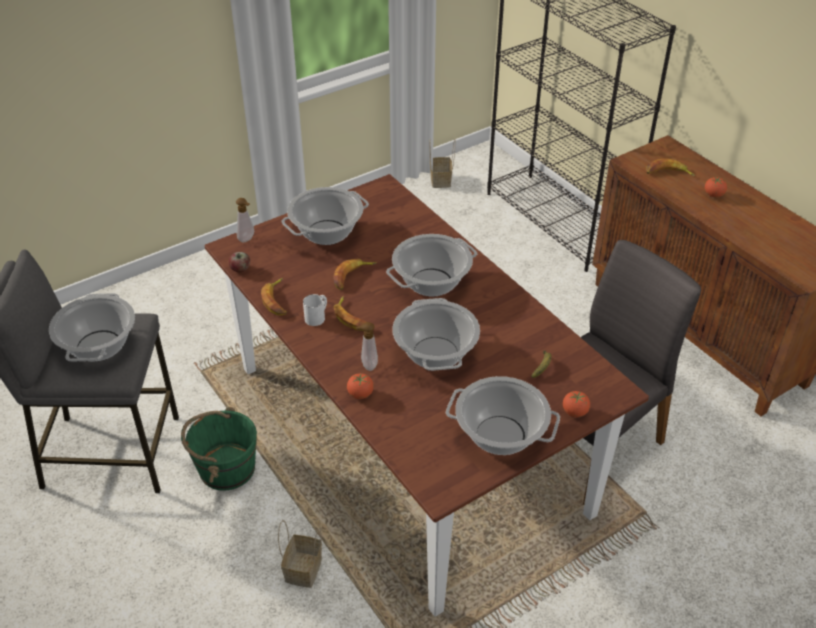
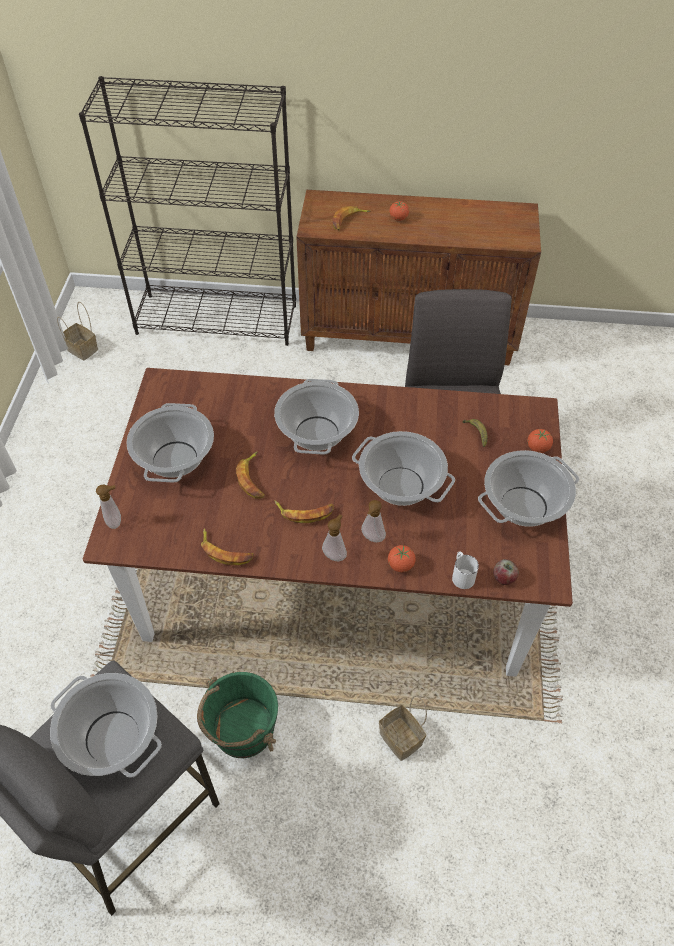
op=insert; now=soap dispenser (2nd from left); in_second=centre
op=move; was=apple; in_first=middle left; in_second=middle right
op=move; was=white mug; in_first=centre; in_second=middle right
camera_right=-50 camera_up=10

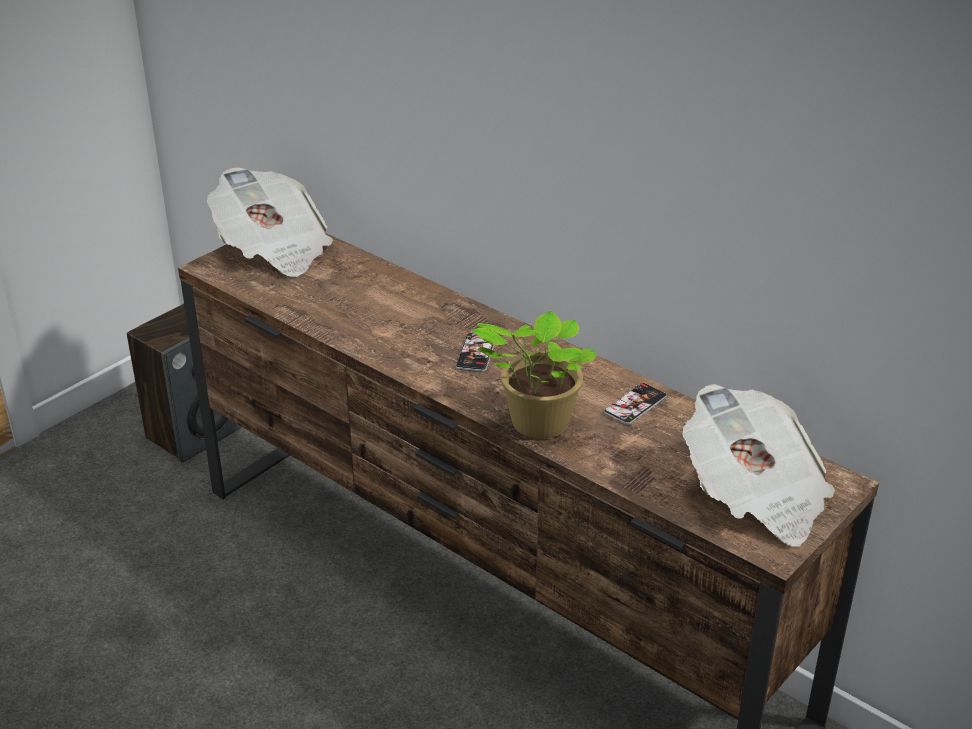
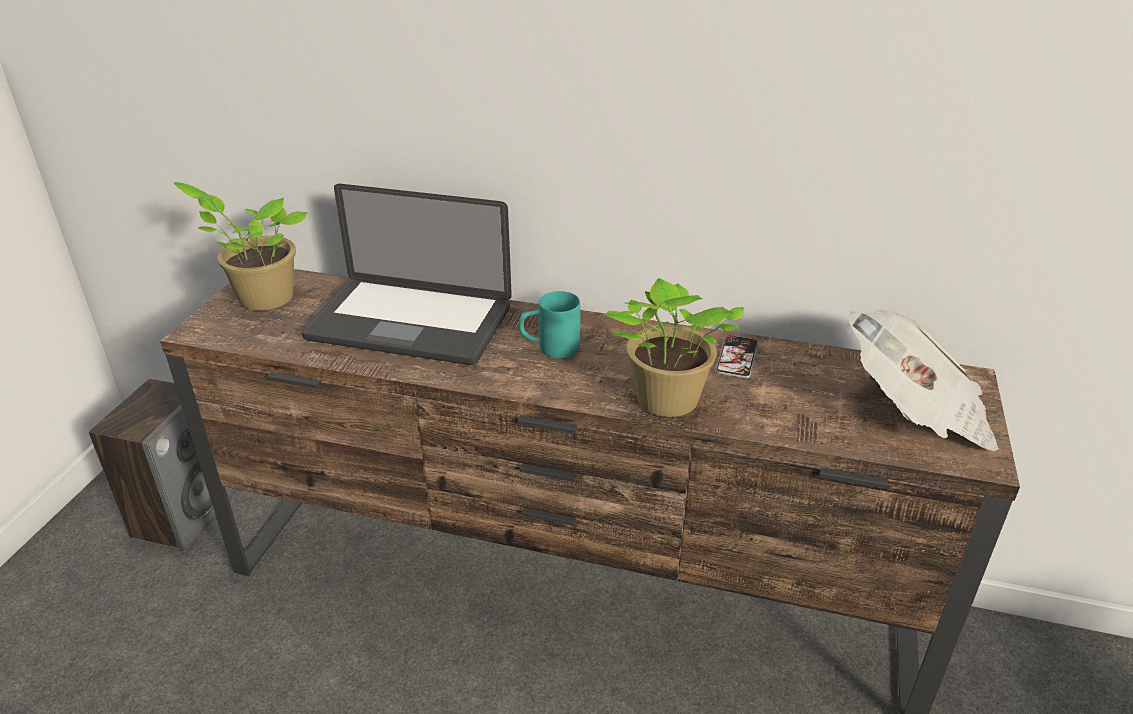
op=insert; now=laptop; in_second=centre
op=replace; was=newspaper (1st from left); now=potted plant (1st from left); in_first=top left; in_second=middle left
op=replace; was=phone (1st from left); now=turquoise mug; in_first=centre; in_second=centre
camera_right=-25 camera_up=0

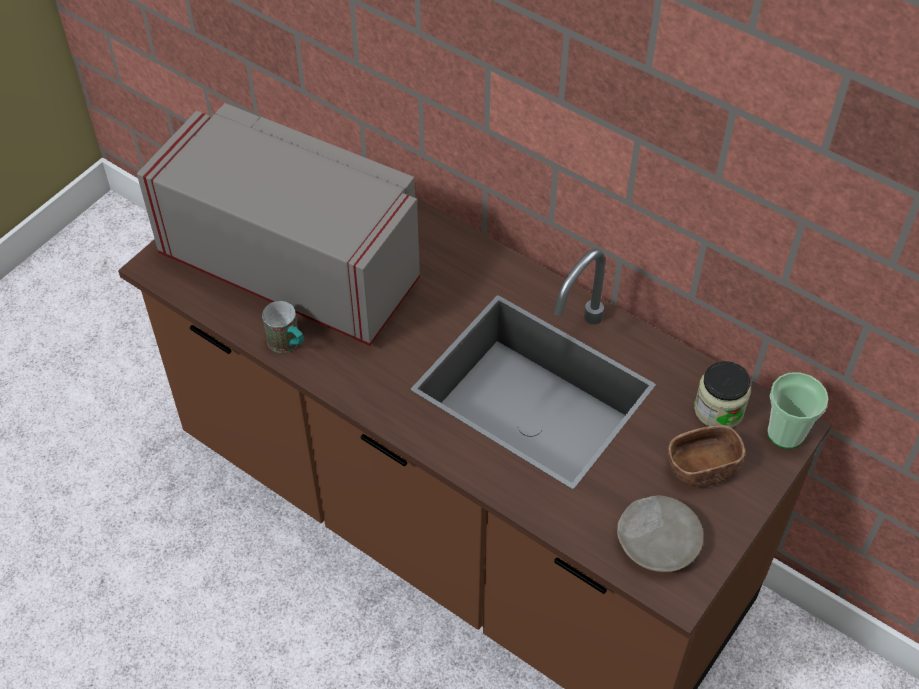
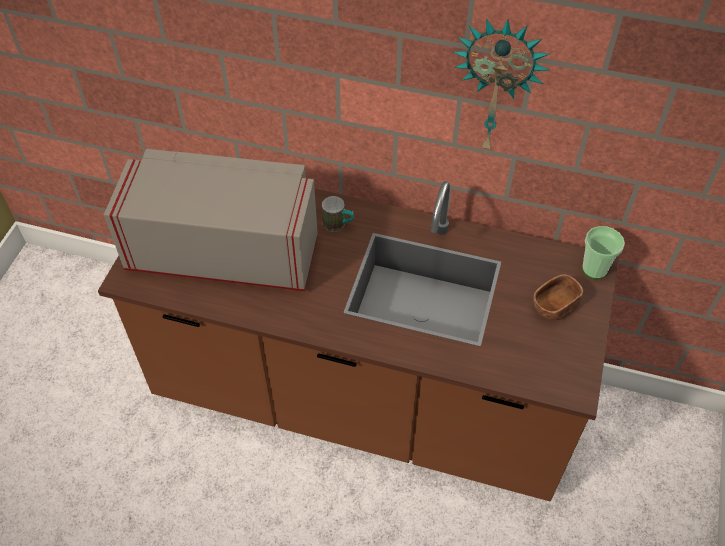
op=delete; was=beige plate; in_first=bottom right
op=delete; was=jar; in_first=middle right
op=insert; now=wall clock; in_second=top right
op=move; was=mug; in_first=middle left; in_second=centre
camera_right=-20 camera_up=0

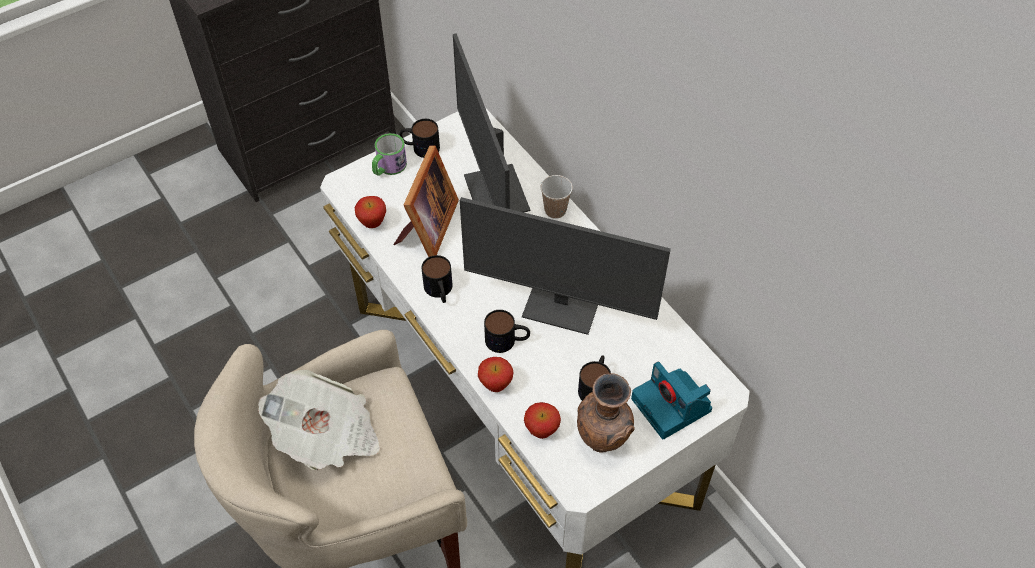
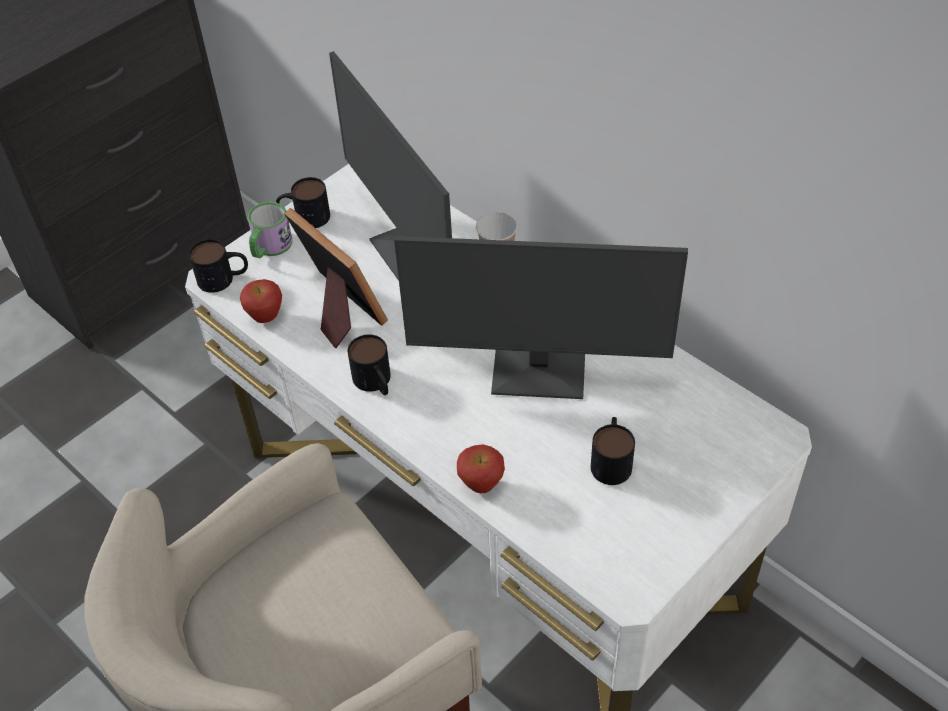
op=delete; was=newspaper; in_first=bottom left
op=delete; was=apple (3rd from left); in_first=bottom centre
op=delete; was=brown vase; in_first=bottom centre
op=delete; was=photo camera; in_first=bottom centre
op=move; was=mug (4th from left in the first image); now=mug (1st from left); in_first=centre; in_second=middle left
op=rotate; was=picture frame; in_first=centre; in_second=centre; clockwise=-45
camera_right=-10 camera_up=-5

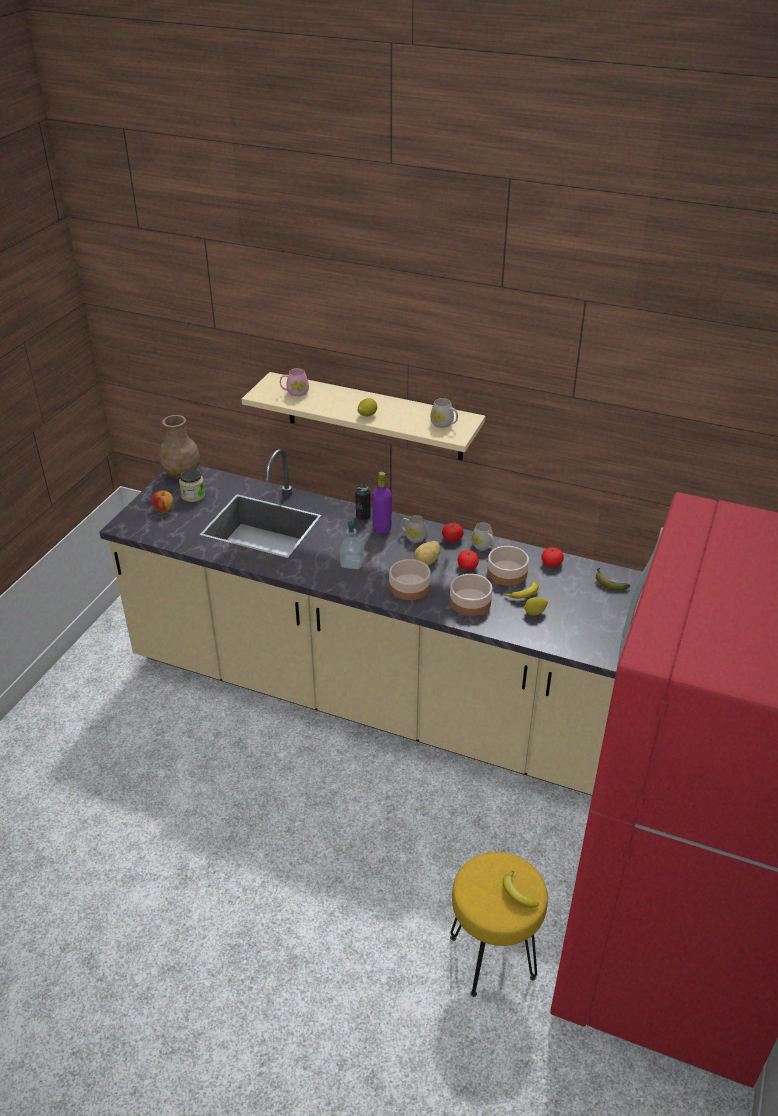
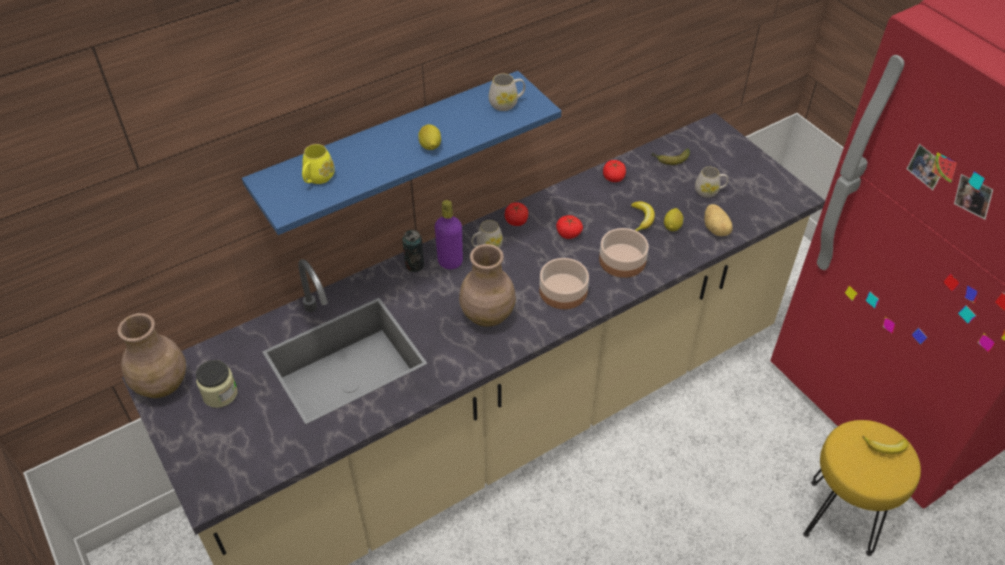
op=delete; was=apple; in_first=middle left
op=delete; was=bowl (3rd from left); in_first=centre
op=move; was=potato; in_first=centre; in_second=middle right
op=move; was=white mug (3rd from left); in_first=centre; in_second=top right
op=replace; was=soap dispenser; now=brown vase (2nd from left); in_first=centre; in_second=centre
op=recolor; was=beige shelf; now=blue shelf; in_first=centre; in_second=top centre
op=recolor; was=pink mug; now=yellow mug; in_first=centre; in_second=top left
camera_right=-55 camera_up=10

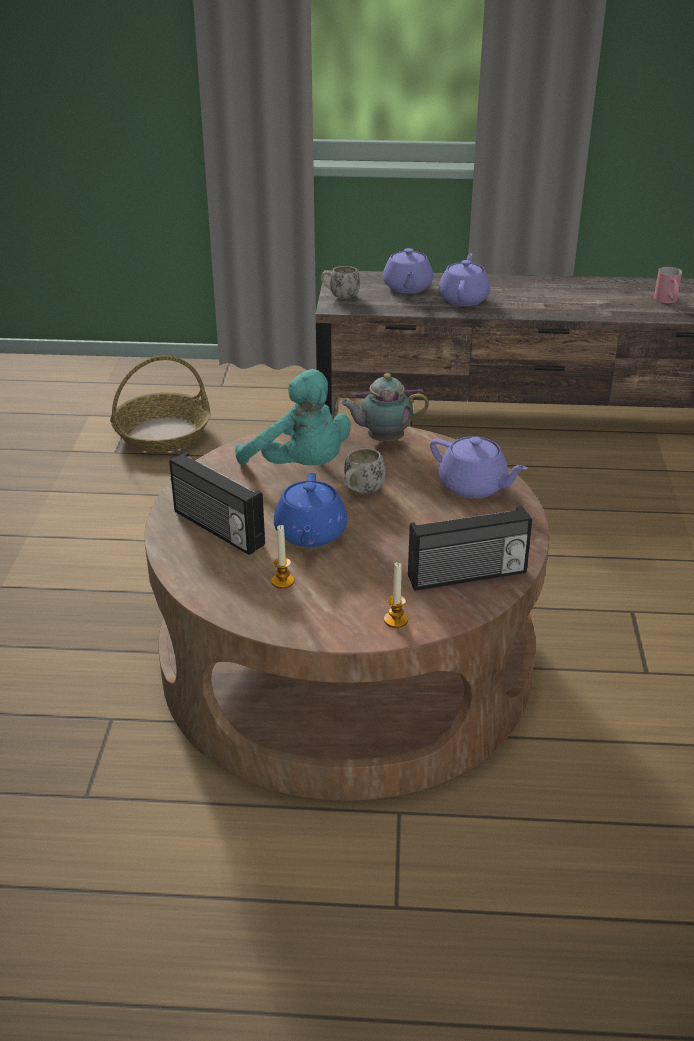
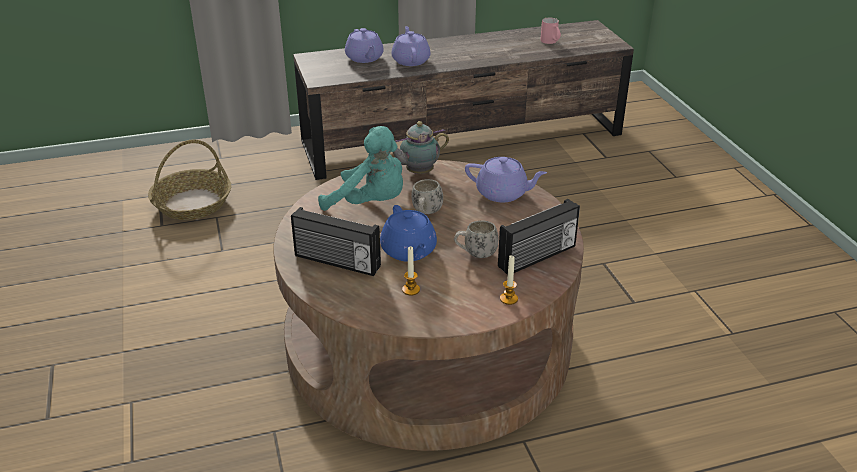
op=move; was=white mug (1st from left in the first image); now=white mug (2nd from left); in_first=top centre; in_second=centre
camera_right=-20 camera_up=0

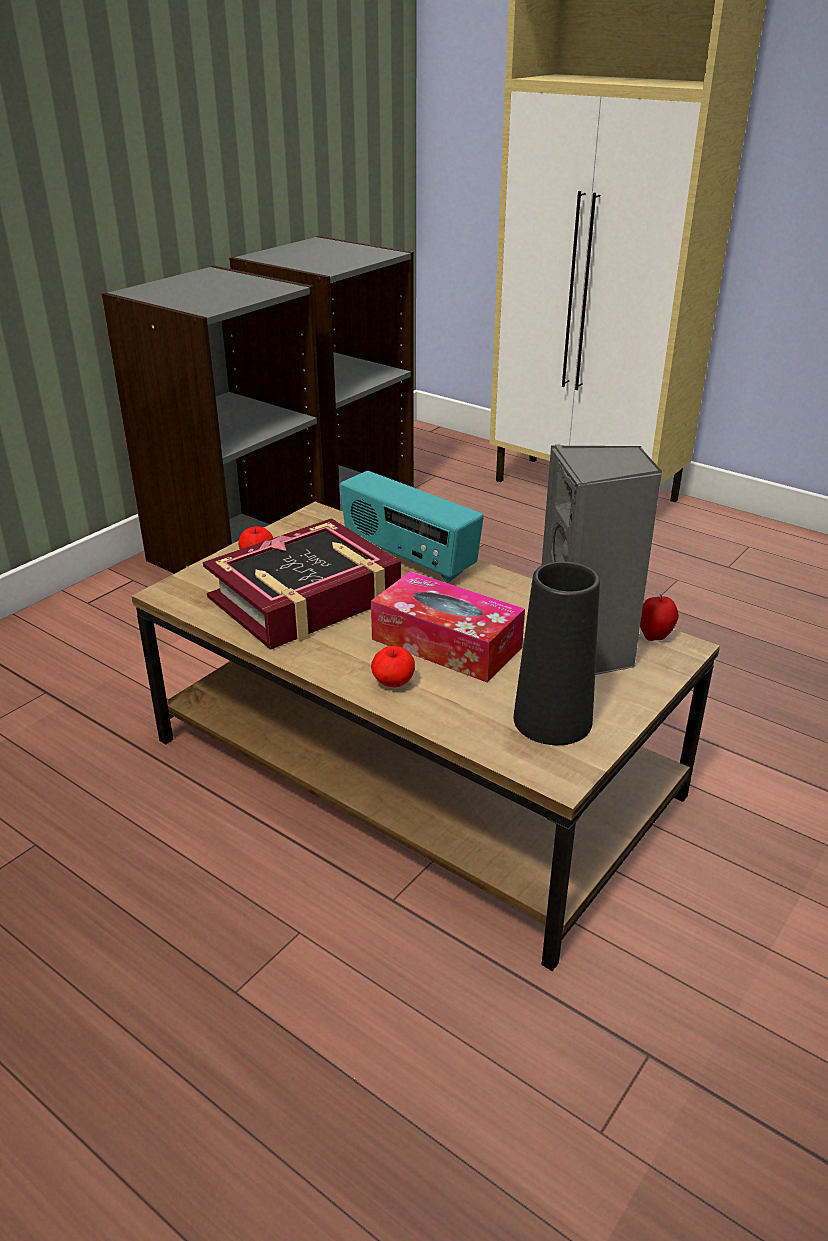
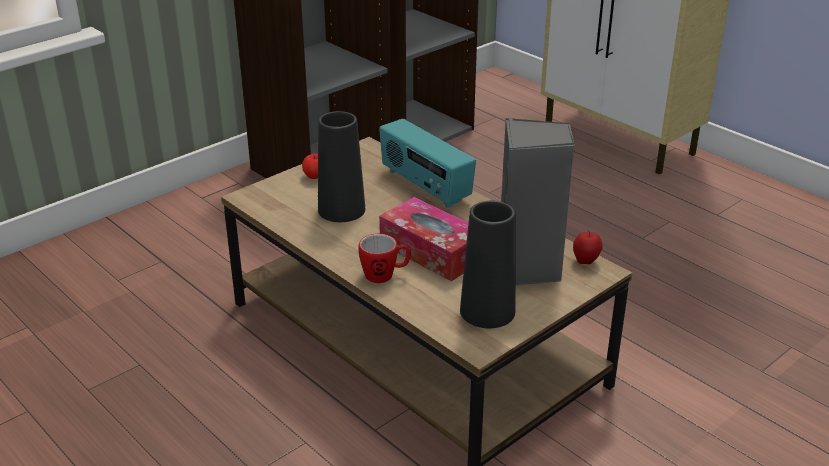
op=replace; was=book; now=black vase (1st from left); in_first=centre; in_second=centre
op=replace; was=apple (2nd from left); now=mug; in_first=centre; in_second=centre
camera_right=10 camera_up=0

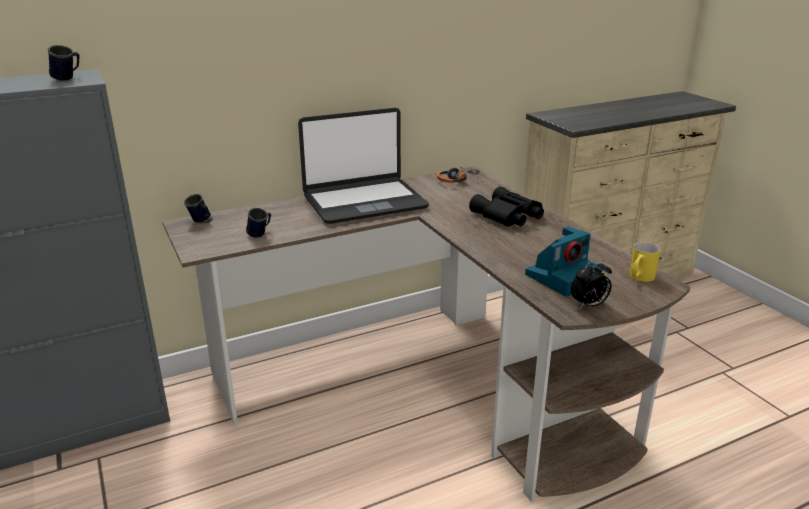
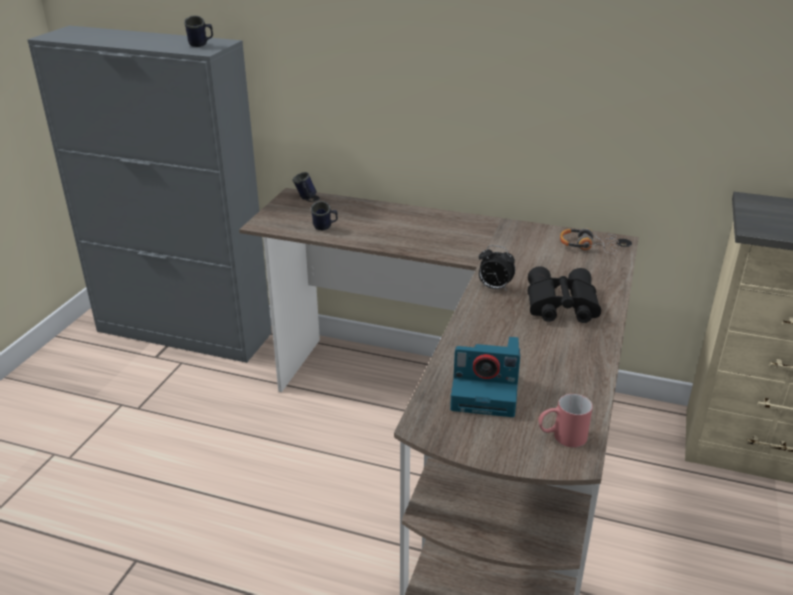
op=delete; was=laptop; in_first=top centre
op=move; was=alarm clock; in_first=middle right; in_second=centre
op=recolor; was=yellow mug; now=red mug; in_first=middle right; in_second=bottom right
camera_right=45 camera_up=5

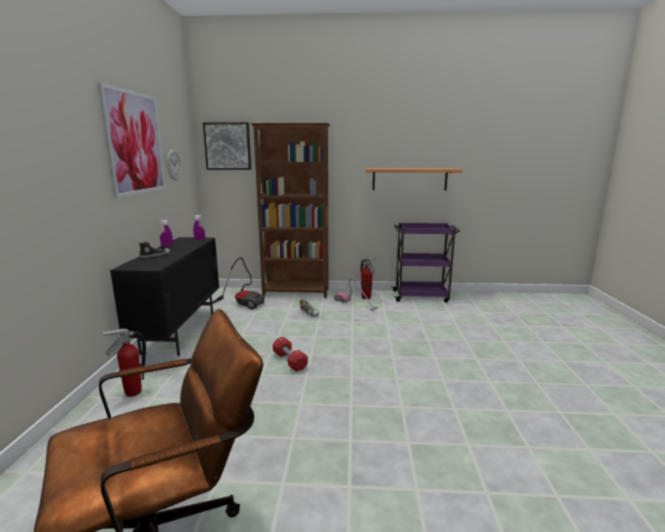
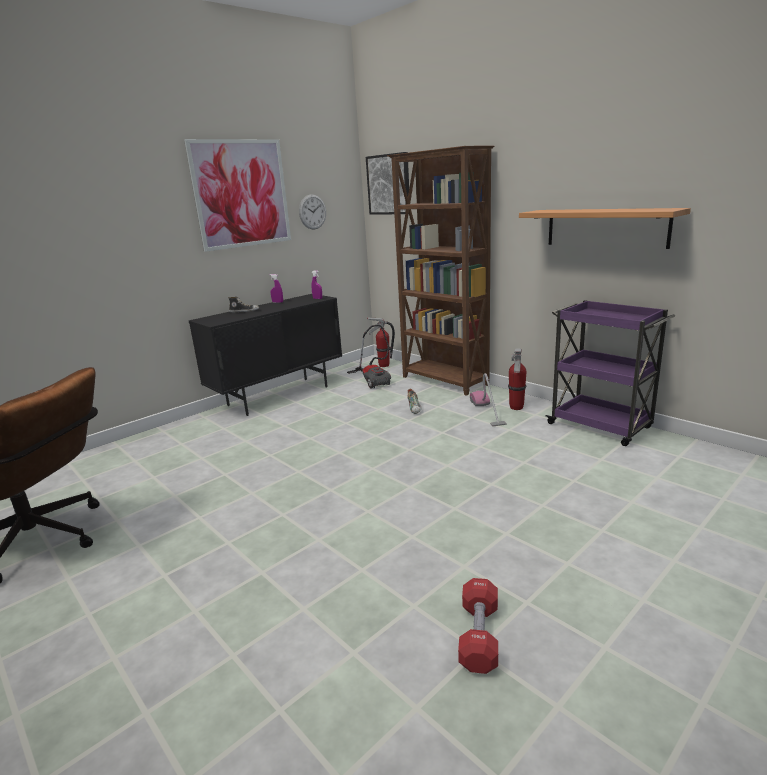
op=move; was=fire extinguisher (1st from left); in_first=bottom left; in_second=centre
op=move; was=red dumbbell; in_first=centre; in_second=bottom centre
camera_right=45 camera_up=5

